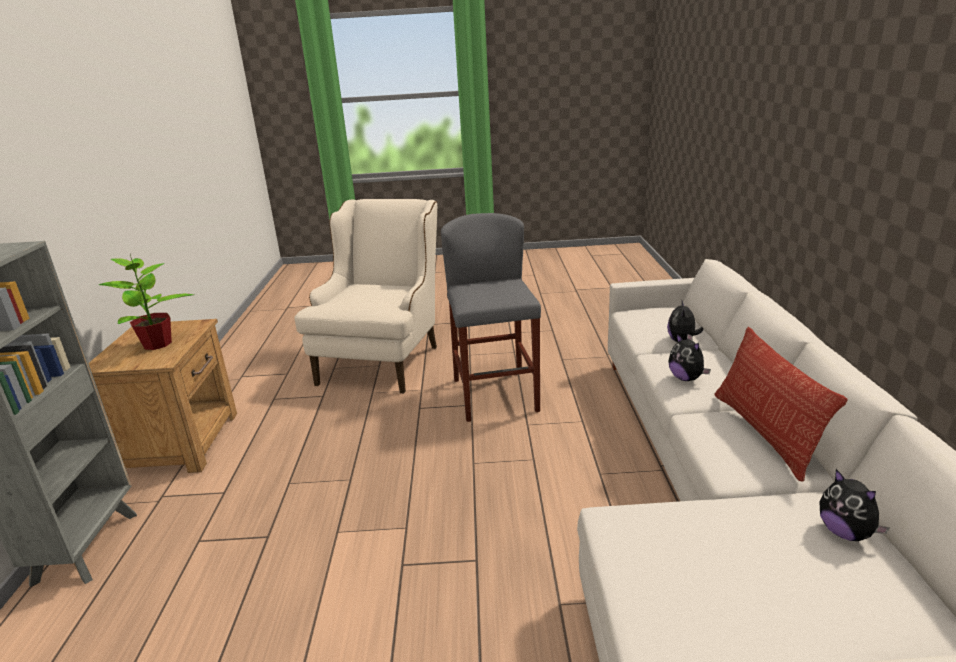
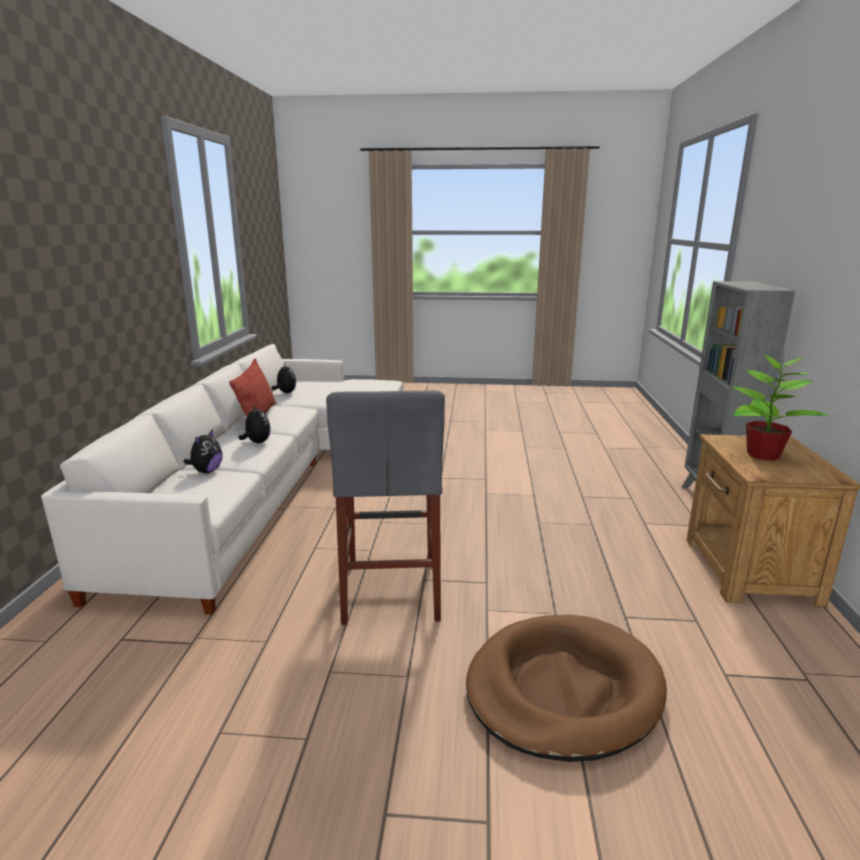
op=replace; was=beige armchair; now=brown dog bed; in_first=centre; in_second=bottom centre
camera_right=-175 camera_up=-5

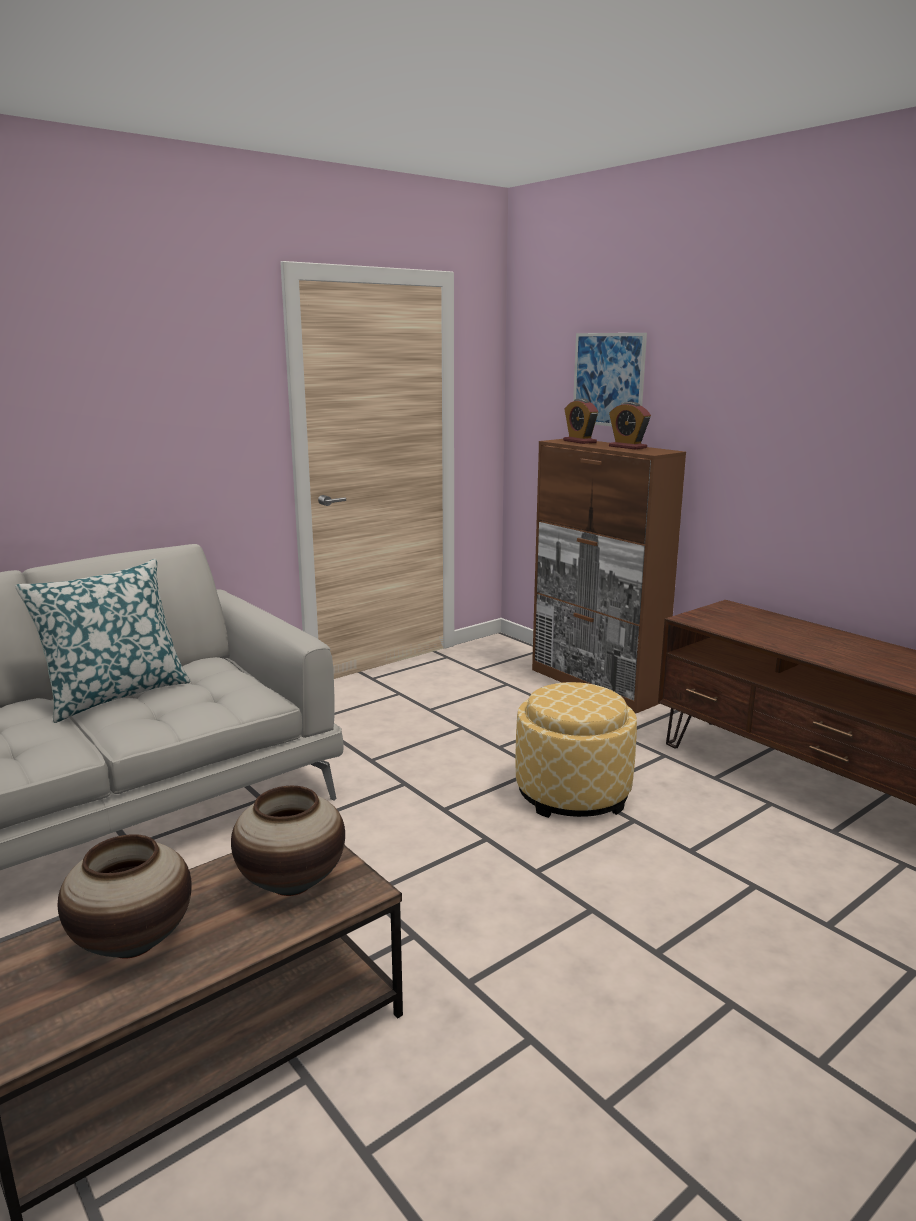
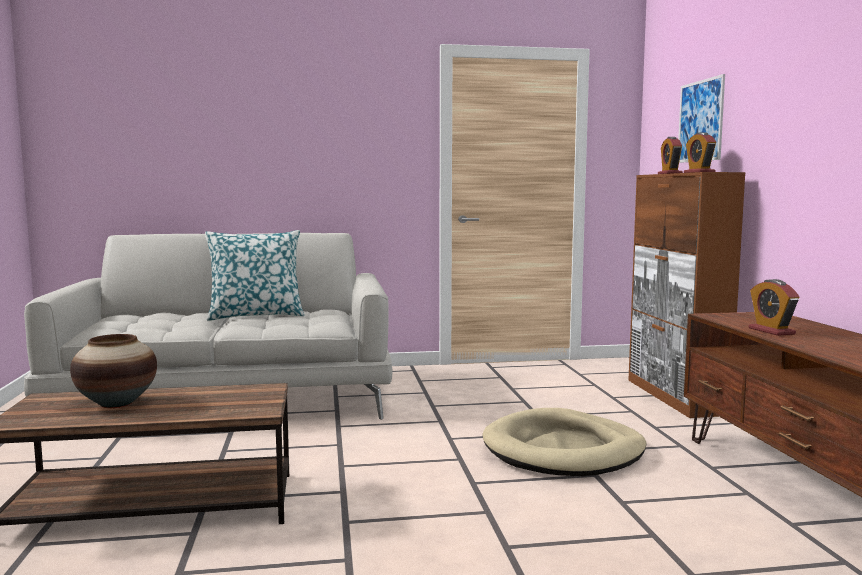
op=delete; was=vase (2nd from left); in_first=bottom left
op=insert; now=alarm clock (3rd from left); in_second=middle right
op=replace; was=ottoman; now=beige dog bed; in_first=centre; in_second=bottom centre
camera_right=30 camera_up=-10

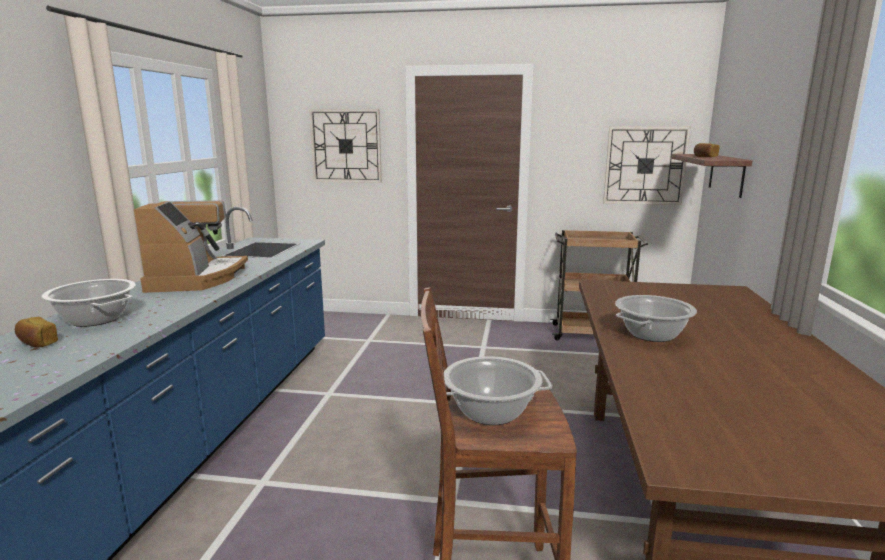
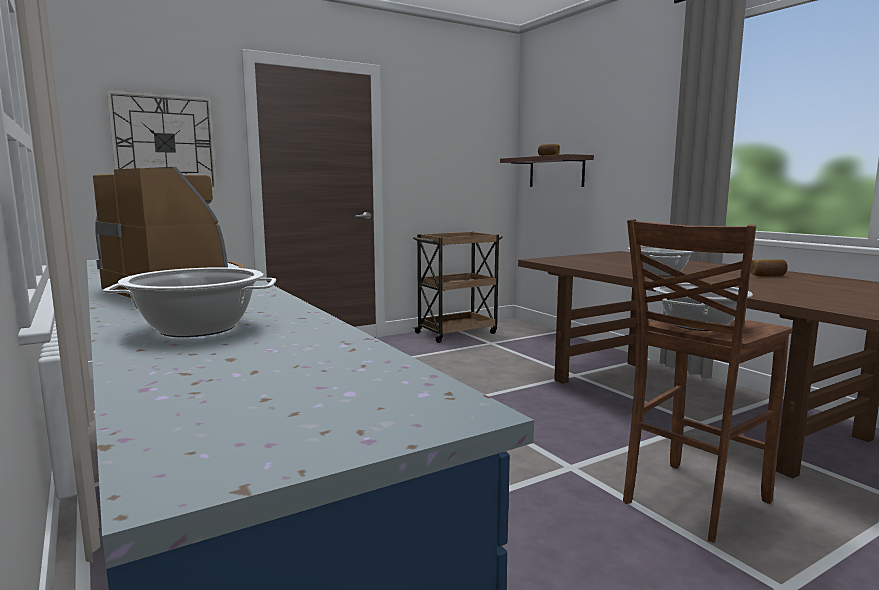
op=delete; was=wall clock (2nd from left); in_first=top right
op=move; was=bread (1st from left in the first image); now=bread (2nd from left); in_first=middle left; in_second=middle right
camera_right=-40 camera_up=-5

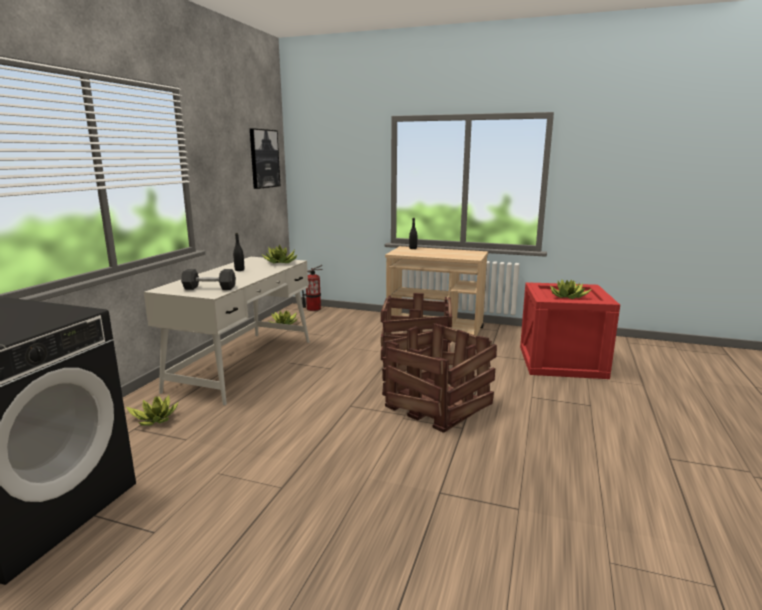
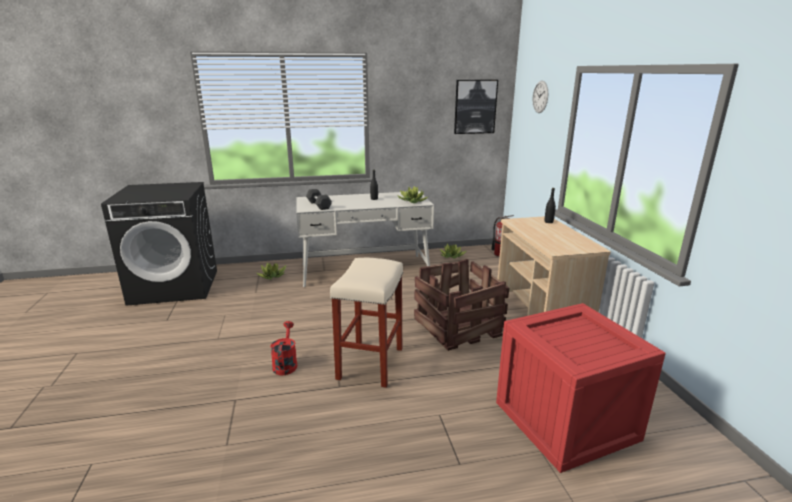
op=delete; was=potted plant (4th from left); in_first=middle right
op=insert; now=red watering can; in_second=bottom centre
op=insert; now=wall clock; in_second=top right
op=replace; was=crate (2nd from left); now=beige stool; in_first=centre; in_second=centre
camera_right=60 camera_up=5

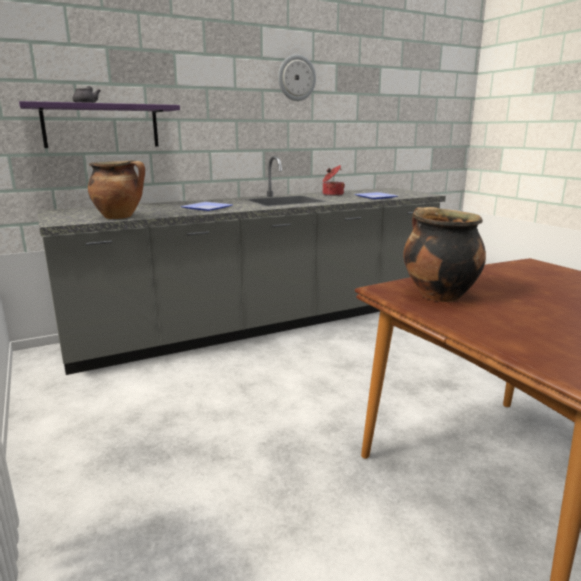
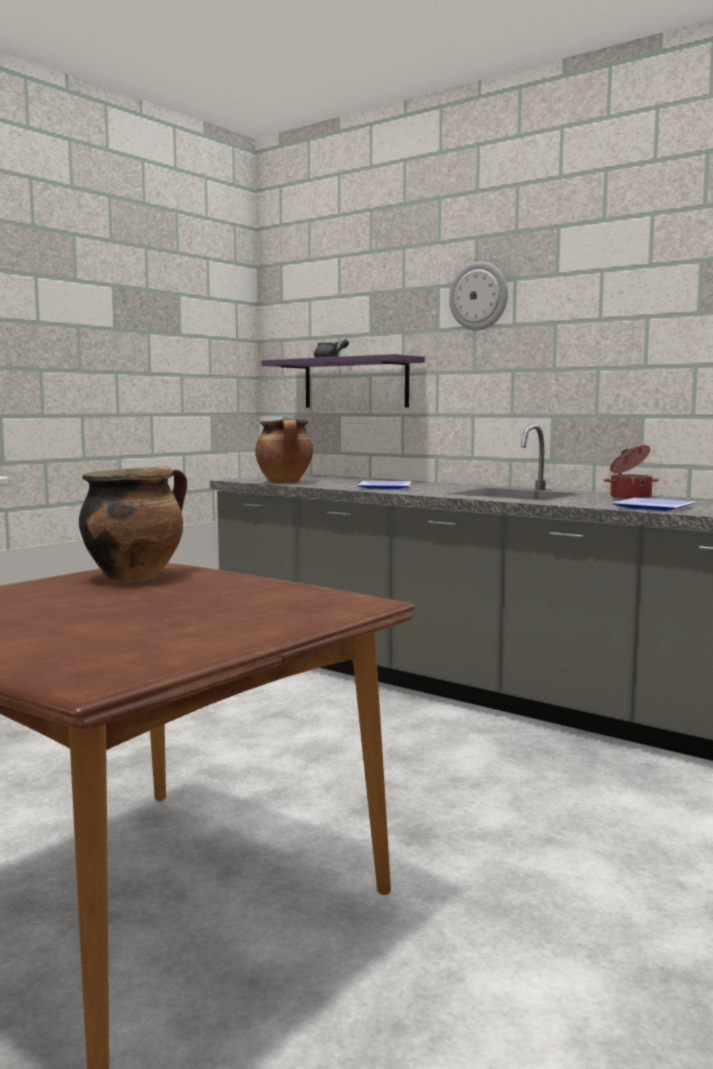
op=move; was=wall clock; in_first=top centre; in_second=top right
camera_right=65 camera_up=-10

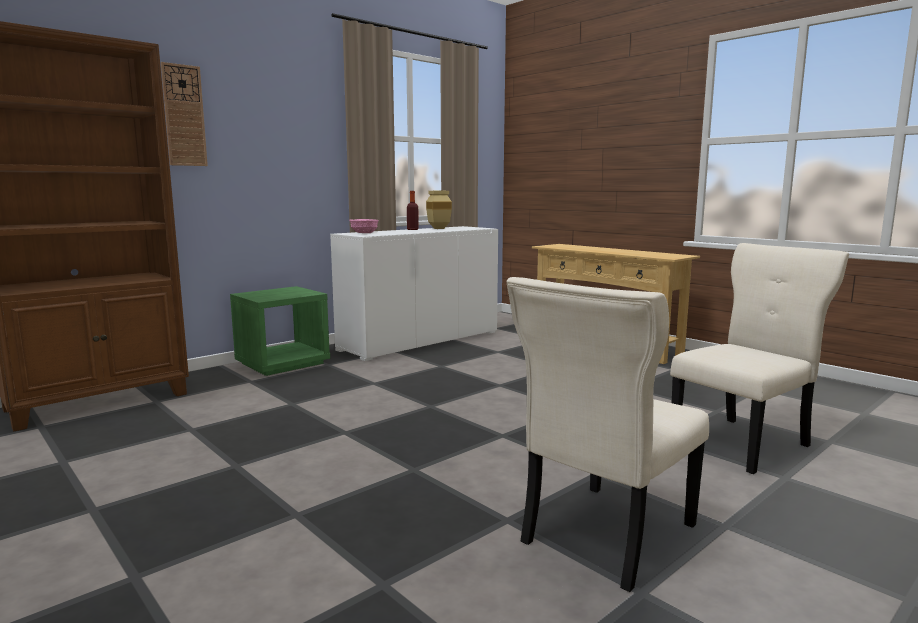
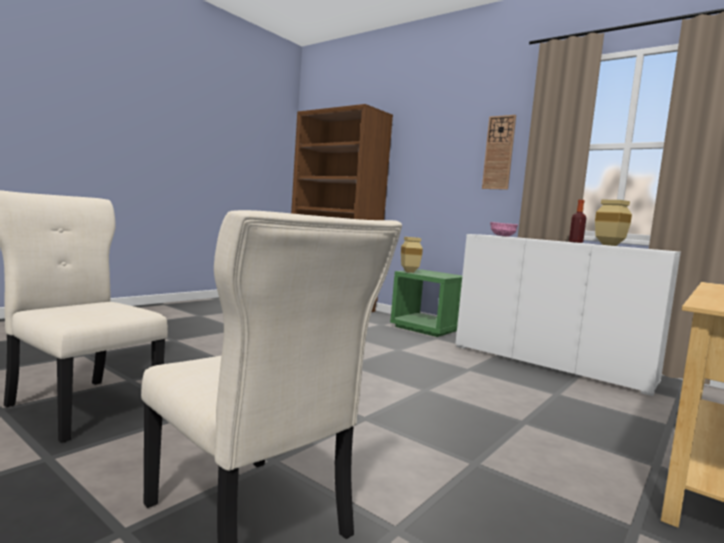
op=insert; now=beige vase (1st from left); in_second=centre
op=move; was=wall clock; in_first=top left; in_second=top right
camera_right=80 camera_up=-5

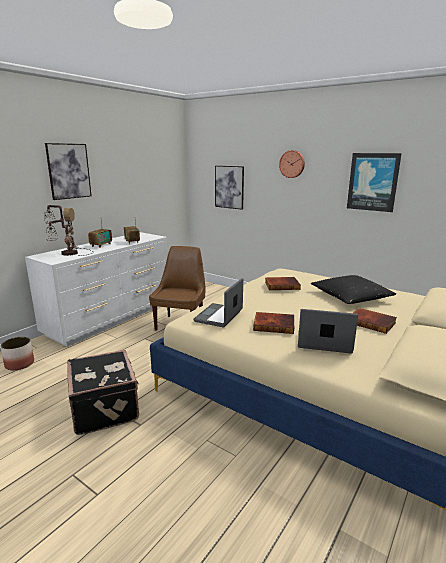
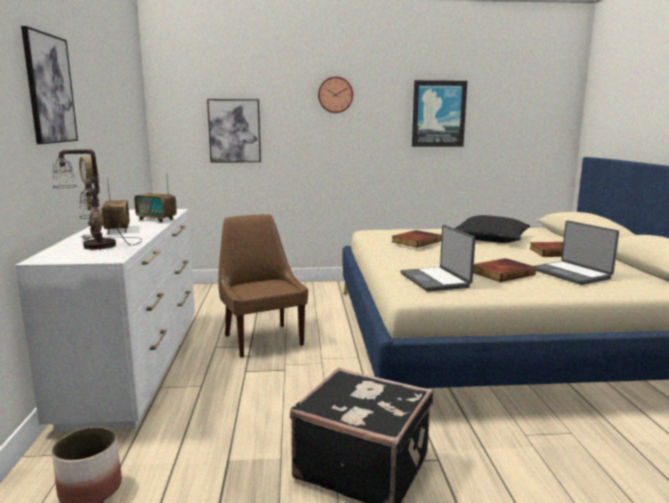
op=rotate; was=laptop (2nd from left); in_first=middle right; in_second=middle right; clockwise=-90
camera_right=-40 camera_up=-5

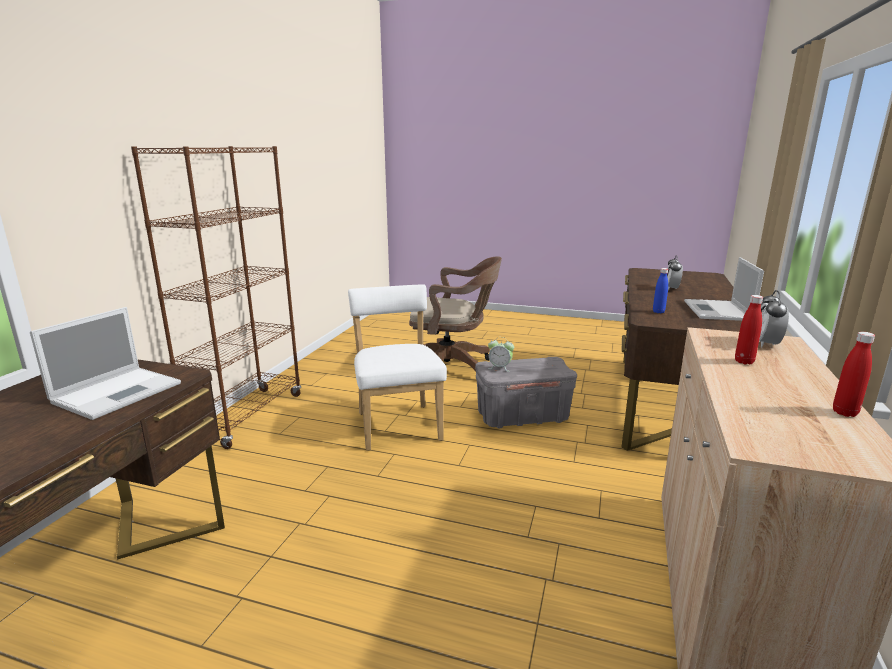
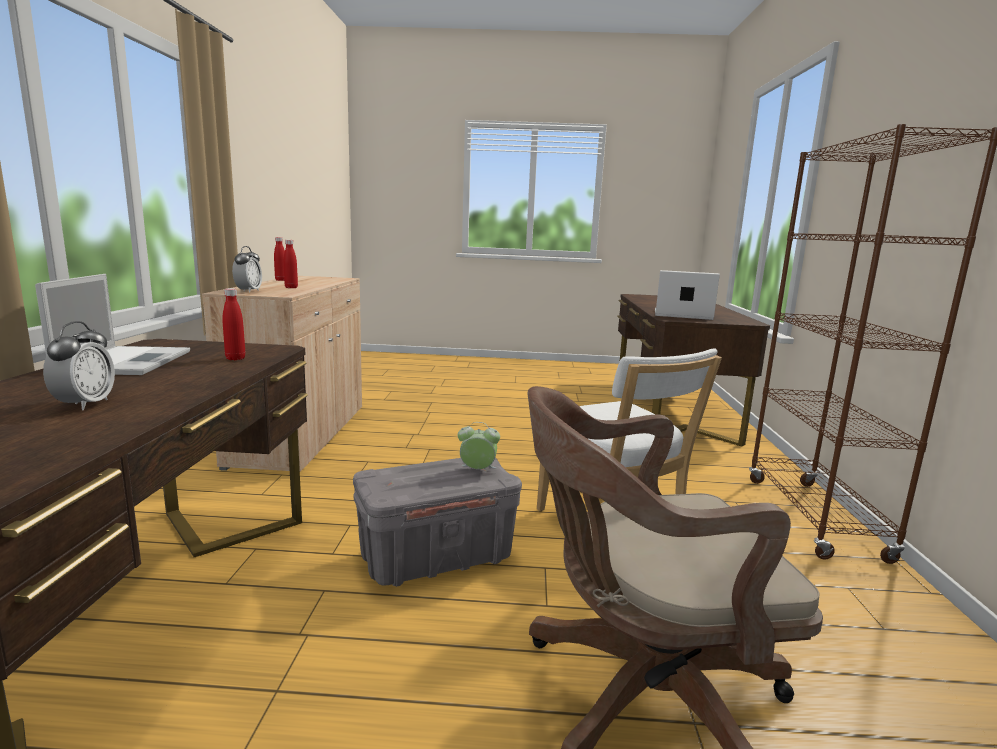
op=recolor; was=blue bottle; now=red bottle (1st from left); in_first=middle right; in_second=middle left
op=rotate; was=laptop (1st from left in the first image); in_first=middle left; in_second=middle right; clockwise=90
camera_right=165 camera_up=-5

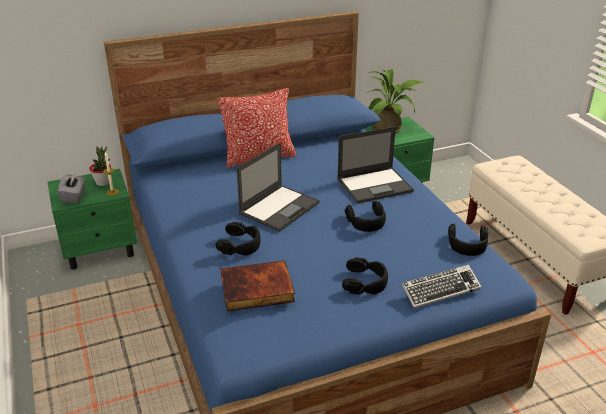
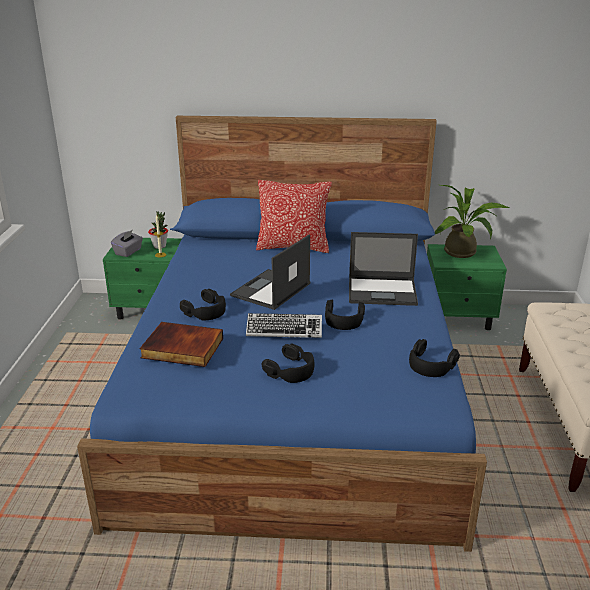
op=move; was=keyboard; in_first=bottom right; in_second=centre
op=rotate; was=laptop (1st from left); in_first=centre; in_second=centre; clockwise=150
camera_right=25 camera_up=-5

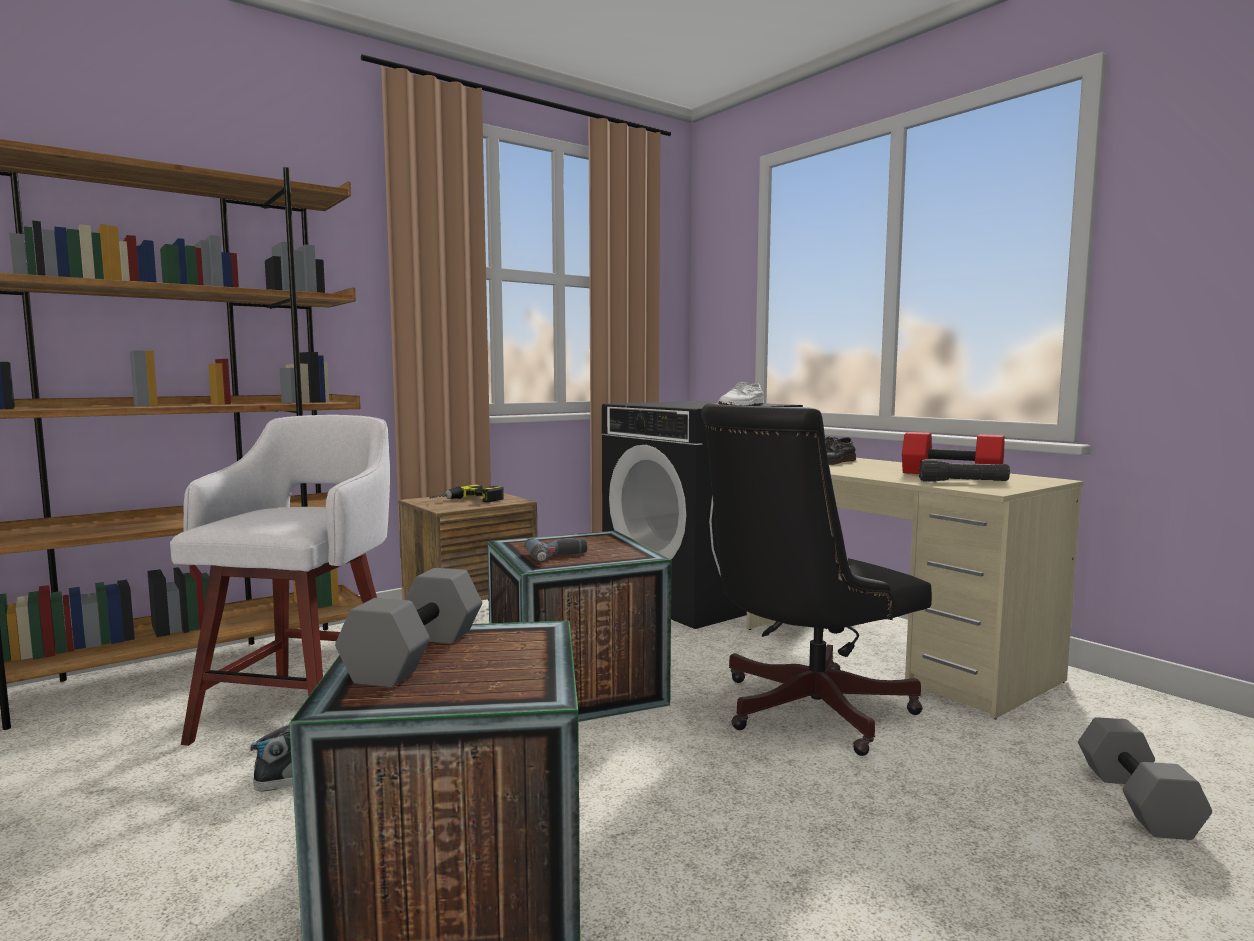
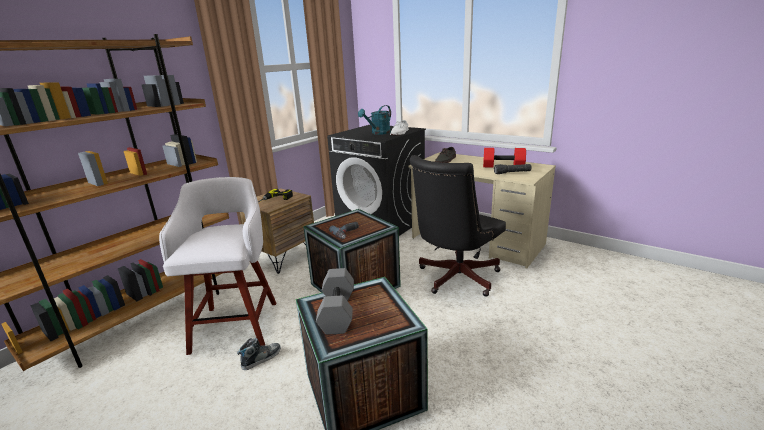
op=delete; was=grey dumbbell (2nd from left); in_first=bottom right
op=insert; now=turquoise watering can; in_second=top centre
camera_right=-15 camera_up=15

